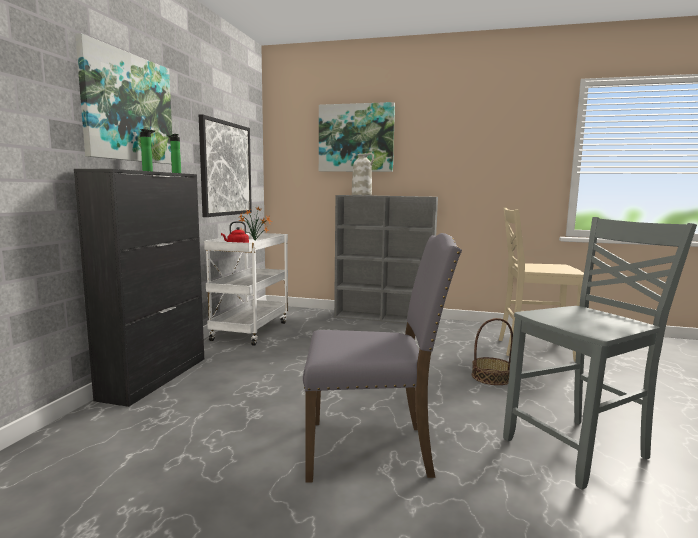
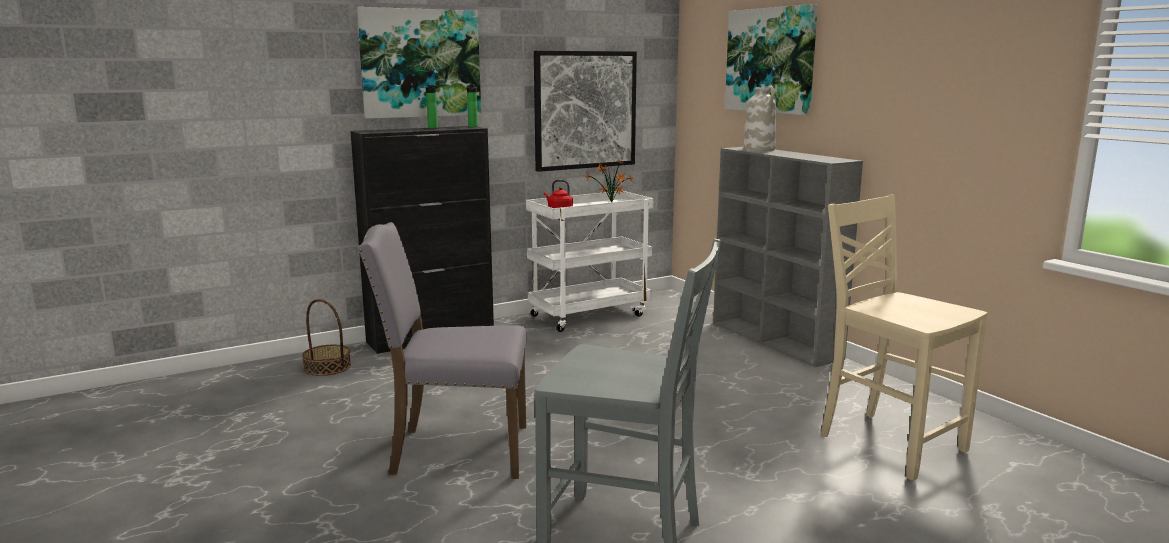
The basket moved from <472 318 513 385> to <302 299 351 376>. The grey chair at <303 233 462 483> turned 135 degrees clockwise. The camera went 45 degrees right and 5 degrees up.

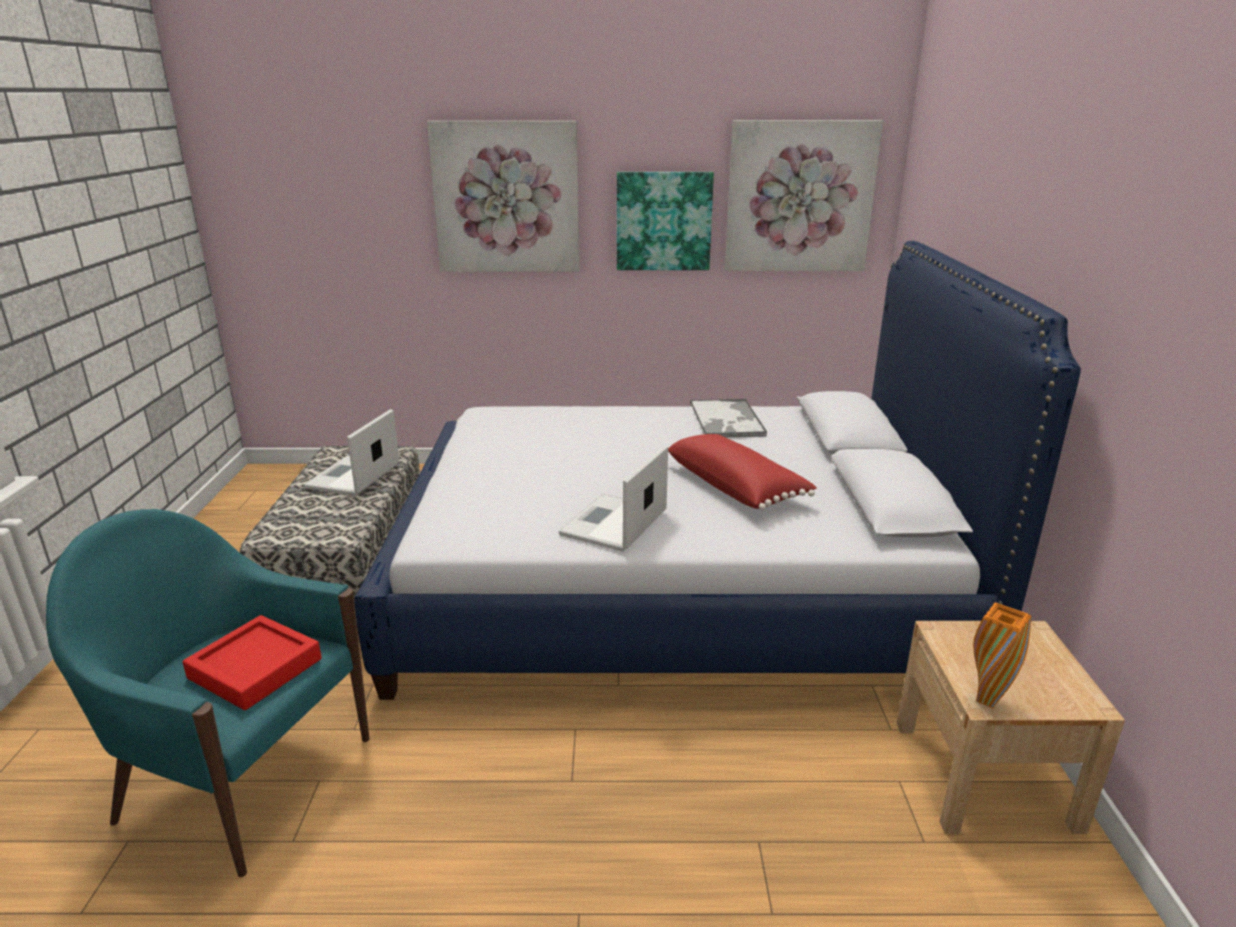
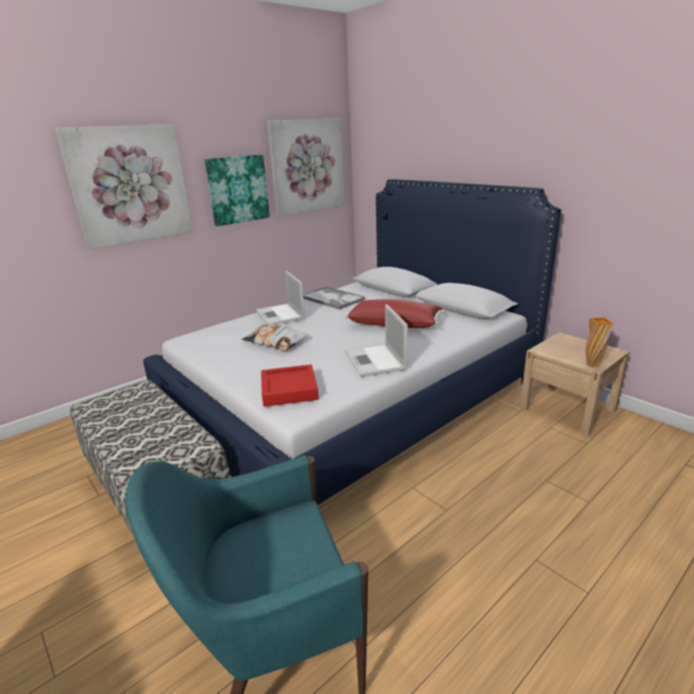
The pillow at <242 324 309 351> appeared. The red tray moved from <183 615 322 710> to <261 364 319 407>. The laptop moved from <304 409 400 496> to <256 271 305 325>. The camera went 40 degrees left and 0 degrees up.

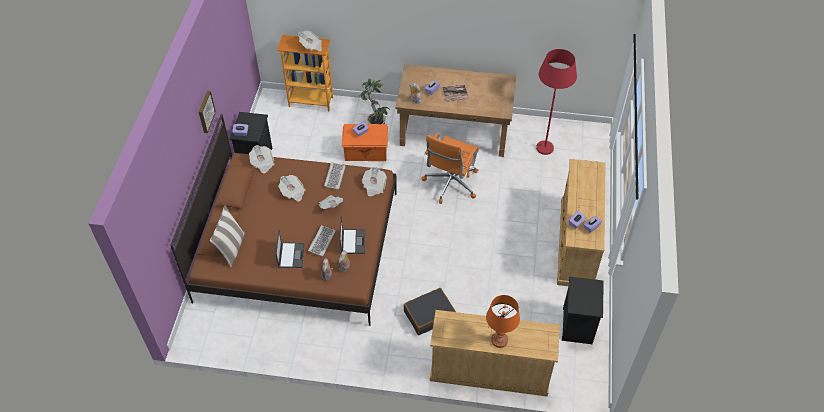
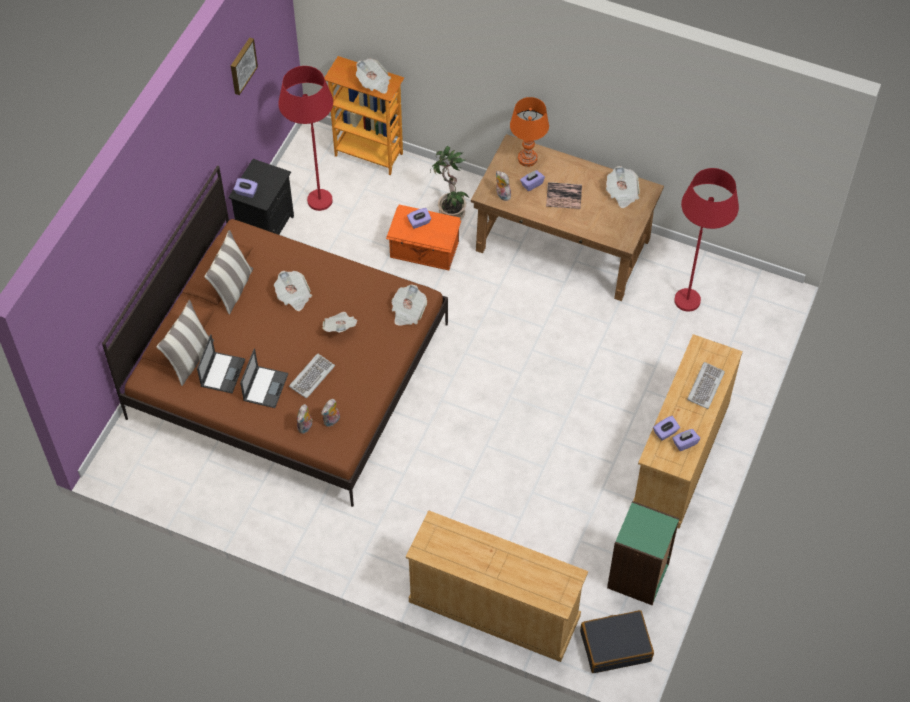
The orange office chair at <421 133 480 204> disappeared. The pillow at <204 230 253 315> appeared. The red floor lamp at <278 66 333 211> appeared. The picture moved from <199 91 216 133> to <231 38 258 95>. The newspaper moved from <249 145 275 174> to <606 166 640 208>. The keyboard moved from <324 162 345 190> to <687 362 725 409>. The laptop moved from <340 216 365 254> to <197 334 245 393>. The black suitcase moved from <404 288 456 335> to <580 610 654 673>. The orange table lamp moved from <486 295 520 348> to <510 97 549 167>. The black nightstand at <562 276 604 344> was replaced by the green bookcase at <607 501 680 605>. The camera went 15 degrees right and 5 degrees up.

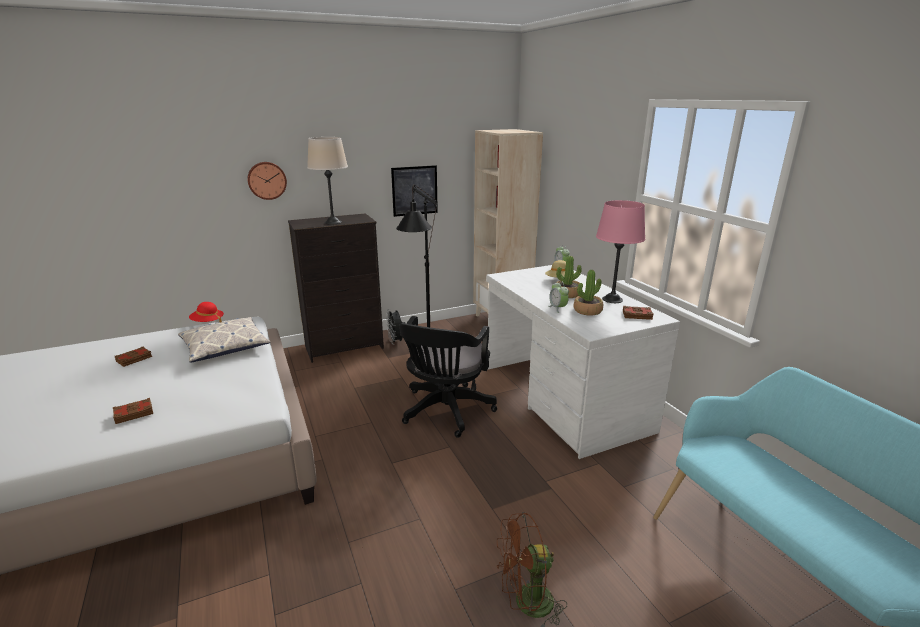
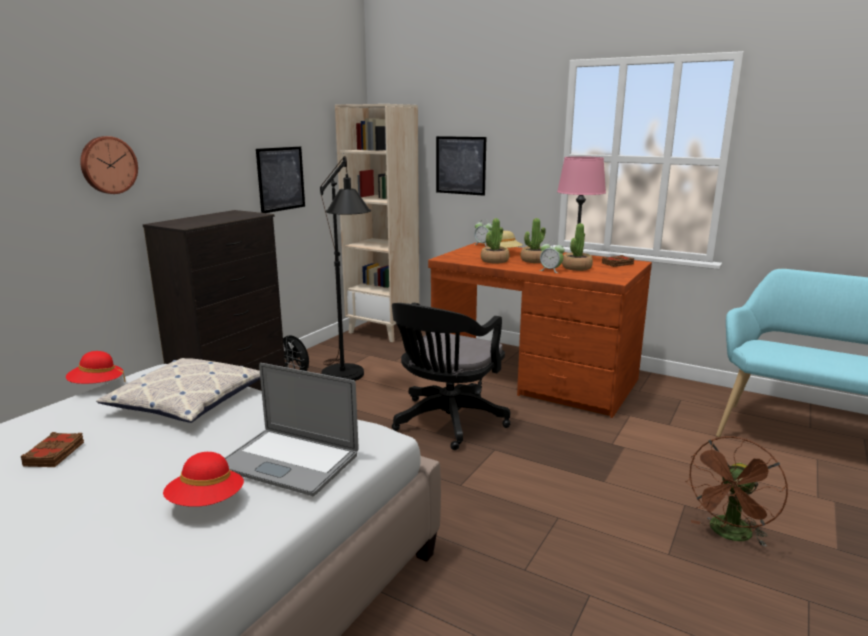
The beige table lamp at <307 137 348 225> disappeared. The laptop at <225 363 359 496> appeared. The picture at <436 136 486 196> appeared. The potted plant at <481 218 509 264> appeared. The brown book at <113 398 153 424> was replaced by the red hat at <163 452 244 507>. The white desk at <486 265 680 459> became the brown desk at <428 243 652 418>. The black office chair at <399 316 497 438> turned 45 degrees clockwise. The camera went 35 degrees left and 5 degrees down.

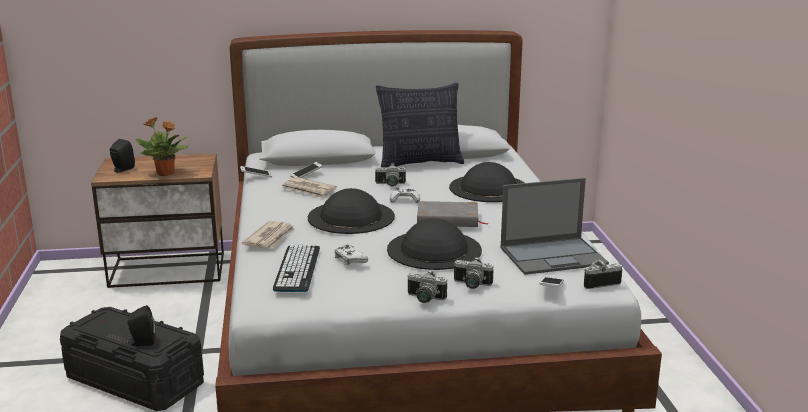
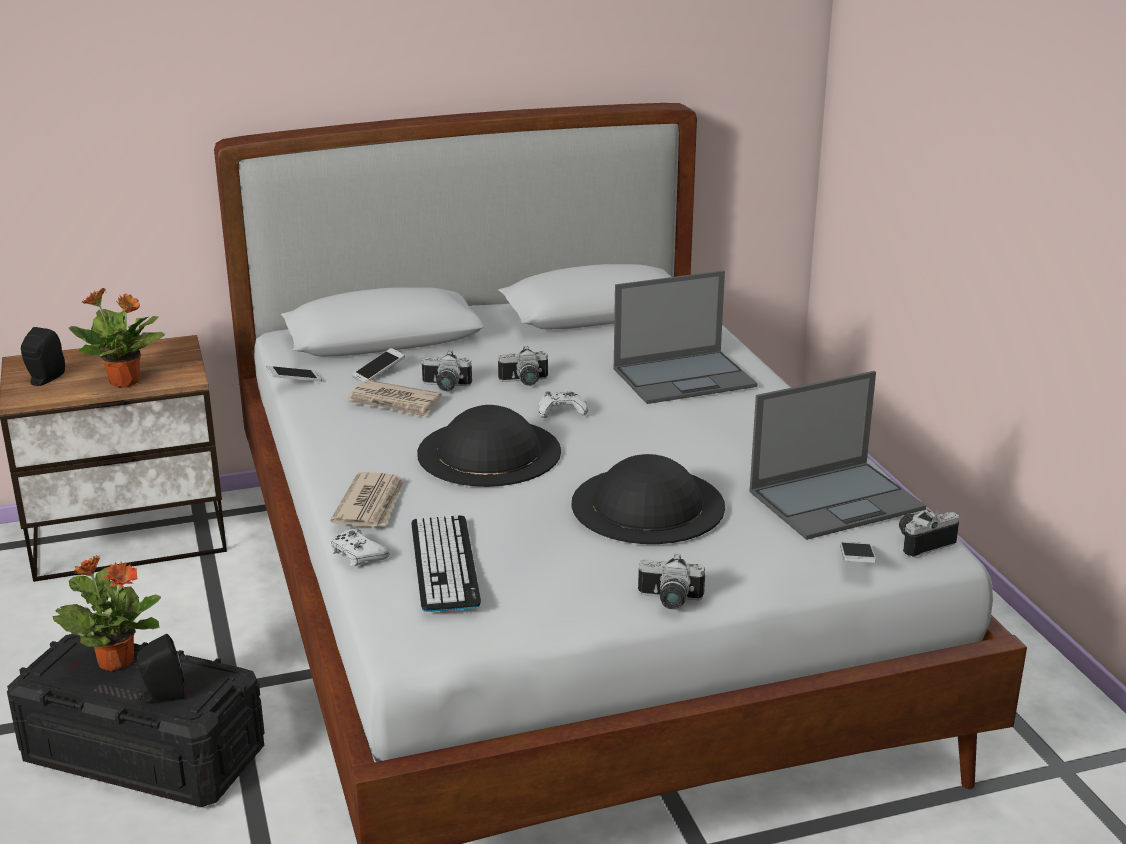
The pillow at <376 83 464 168> disappeared. The grey book at <417 201 489 227> disappeared. The potted plant at <52 555 161 671> appeared. The white game controller moved from <335 245 368 265> to <331 529 390 566>. The photo camera moved from <454 257 493 289> to <422 351 472 391>. The black hat at <449 162 525 202> was replaced by the laptop at <613 270 758 404>. The camera went 10 degrees left and 5 degrees up.

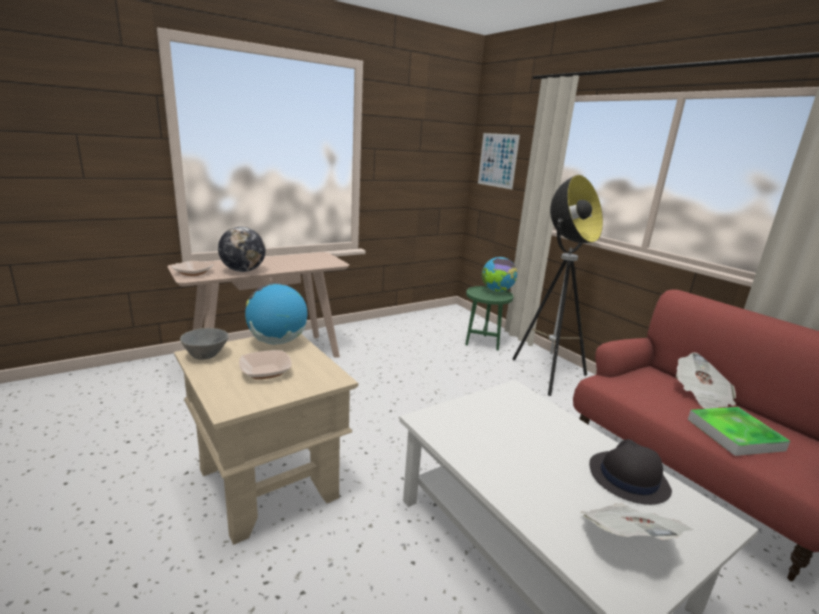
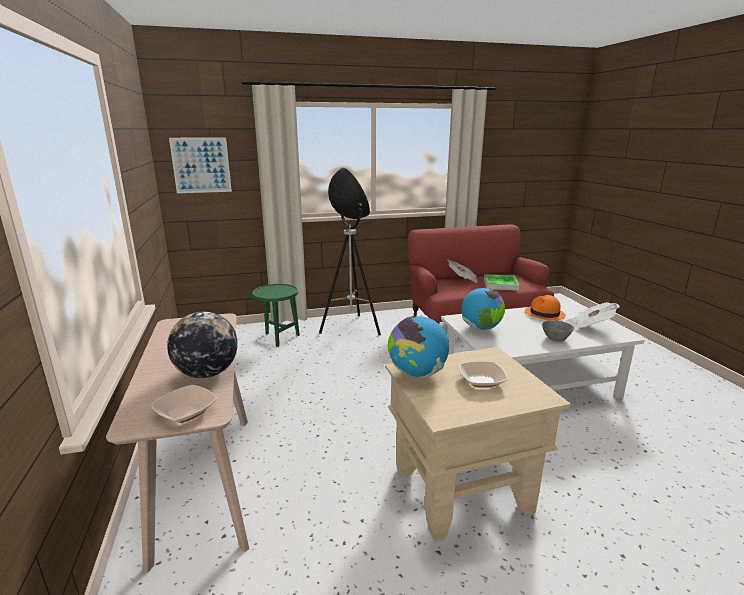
The grey bowl moved from <180 328 229 360> to <542 320 574 342>. The globe moved from <482 257 517 292> to <462 288 505 330>. The black hat at <589 439 672 505> became the orange hat at <525 295 566 320>. The camera went 70 degrees left and 0 degrees up.

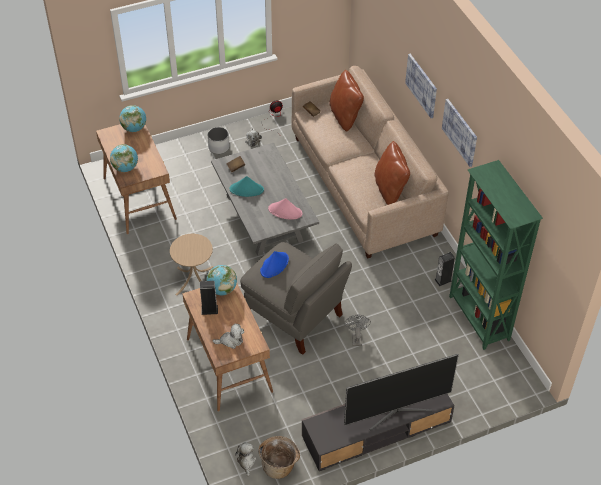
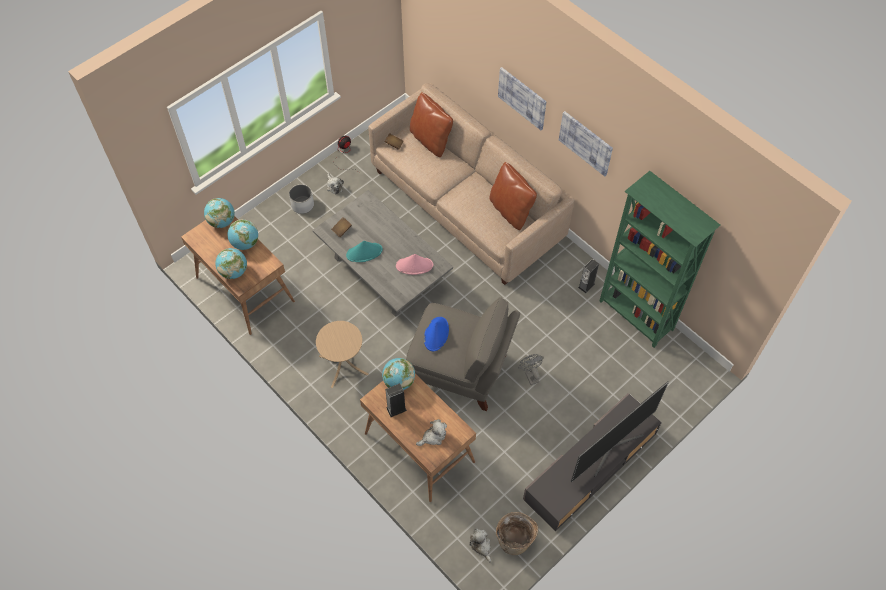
The globe at <227 219 258 250> appeared. The camera went 20 degrees left and 10 degrees up.

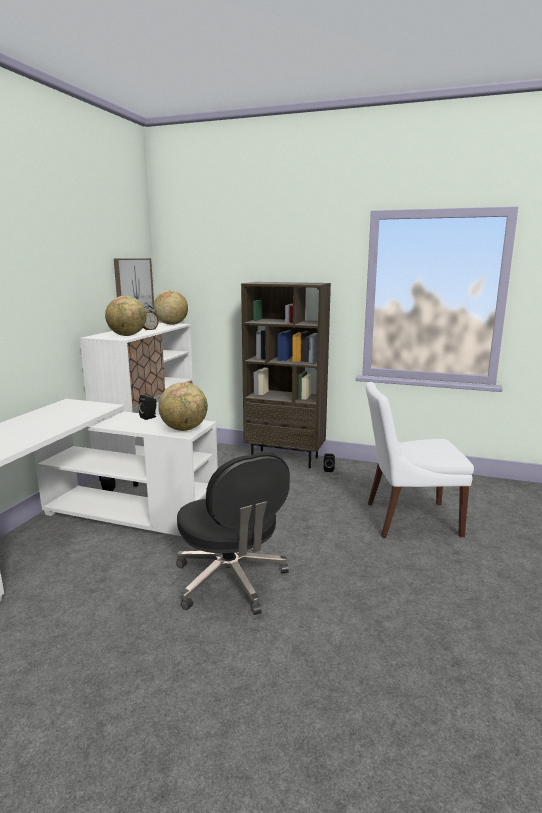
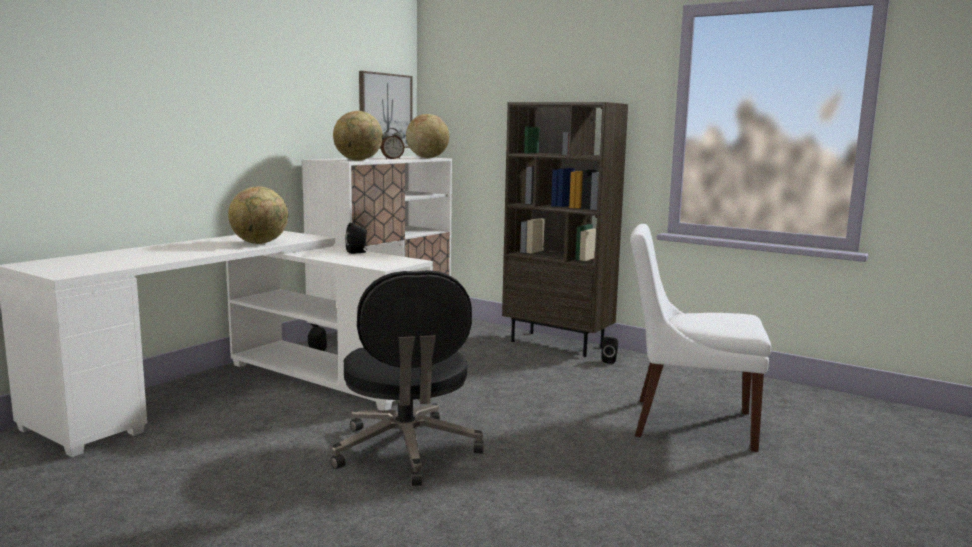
The globe moved from <158 382 208 431> to <228 187 288 244>. The camera went 15 degrees right and 5 degrees down.

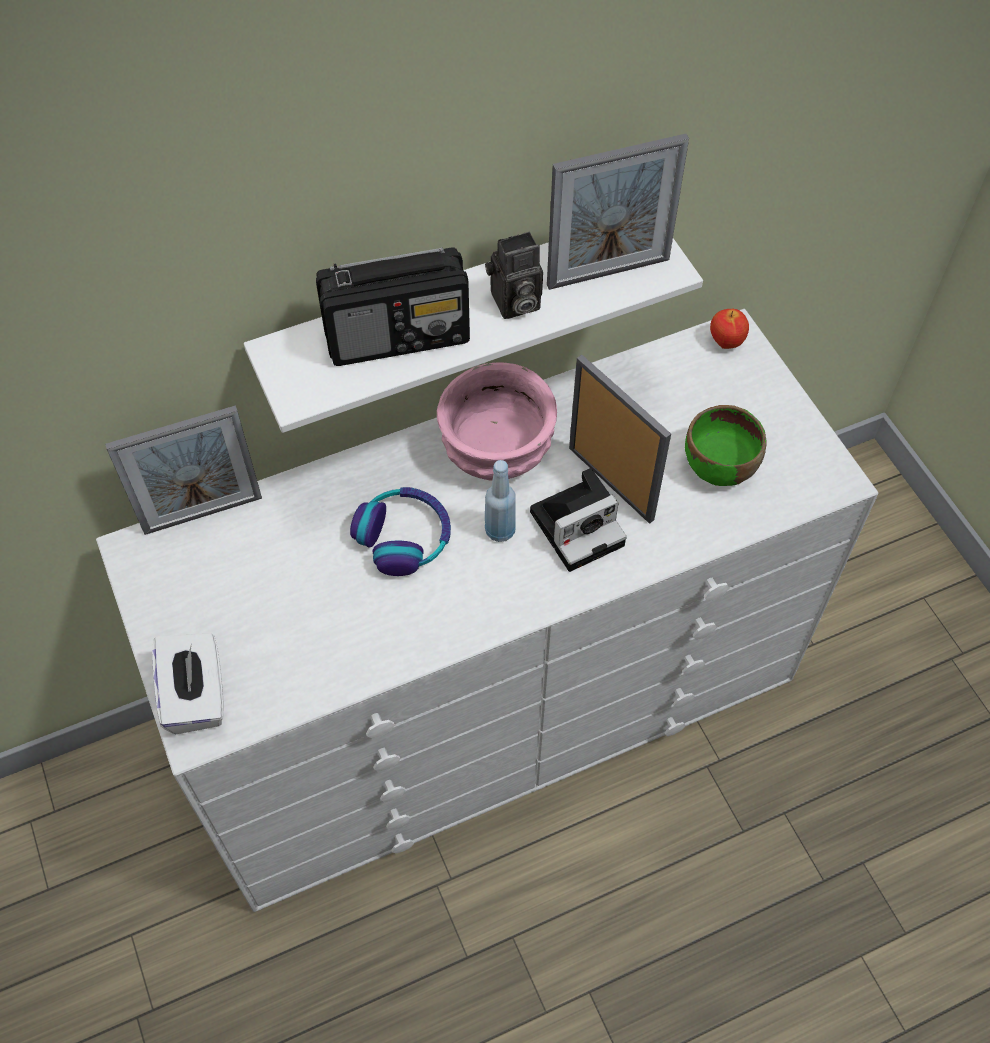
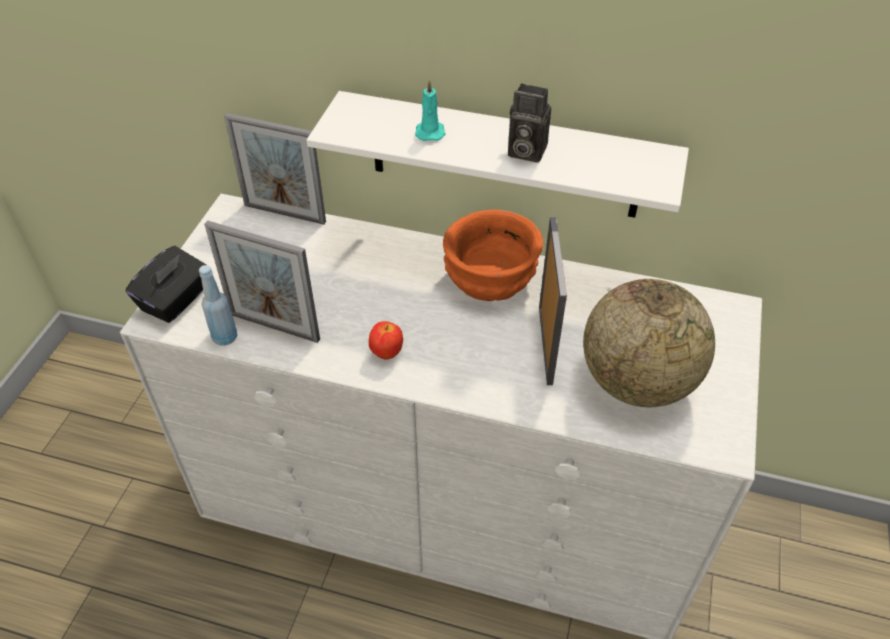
The headphones at <350 487 451 576> disappeared. The photo camera at <530 468 627 572> disappeared. The blue bottle moved from <485 460 516 542> to <199 265 237 346>. The picture frame moved from <547 134 689 290> to <204 221 320 343>. The apple moved from <710 309 749 349> to <368 321 403 360>. The radio at <316 248 470 366> was replaced by the turquoise candle at <415 80 446 141>. The green bowl at <685 405 767 486> was replaced by the globe at <583 279 715 407>. The white tissue box at <152 633 224 734> became the black tissue box at <126 246 206 323>. The pink bowl at <437 363 557 481> became the orange bowl at <443 210 543 301>. The camera went 40 degrees right and 10 degrees down.

